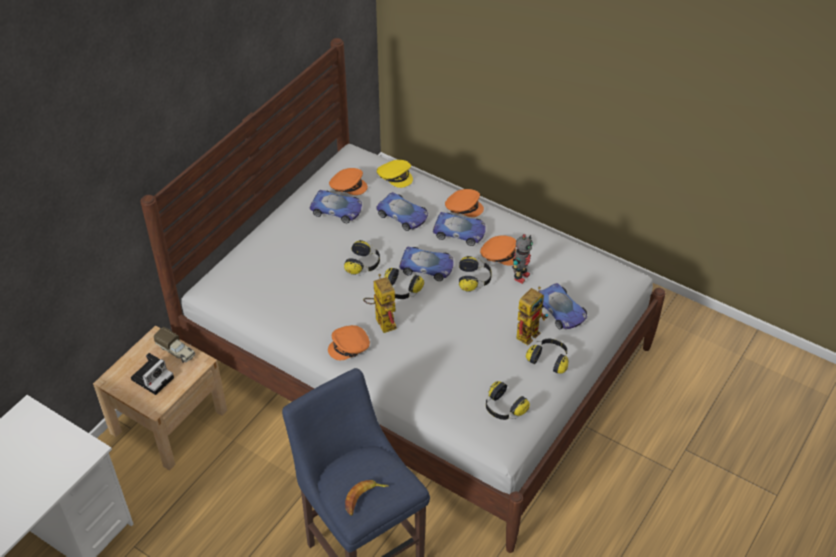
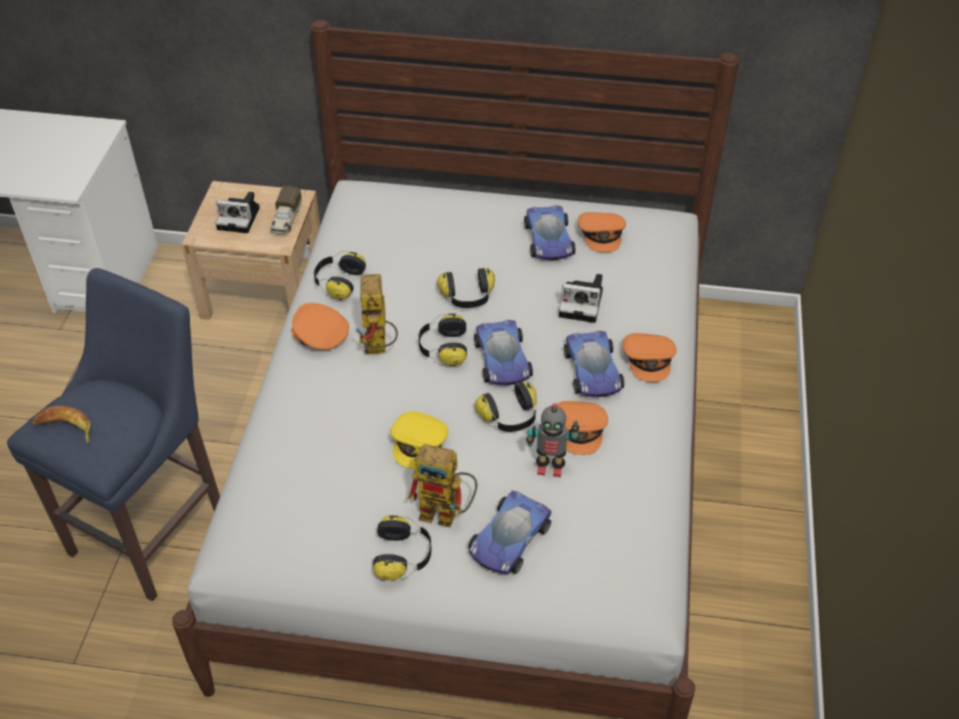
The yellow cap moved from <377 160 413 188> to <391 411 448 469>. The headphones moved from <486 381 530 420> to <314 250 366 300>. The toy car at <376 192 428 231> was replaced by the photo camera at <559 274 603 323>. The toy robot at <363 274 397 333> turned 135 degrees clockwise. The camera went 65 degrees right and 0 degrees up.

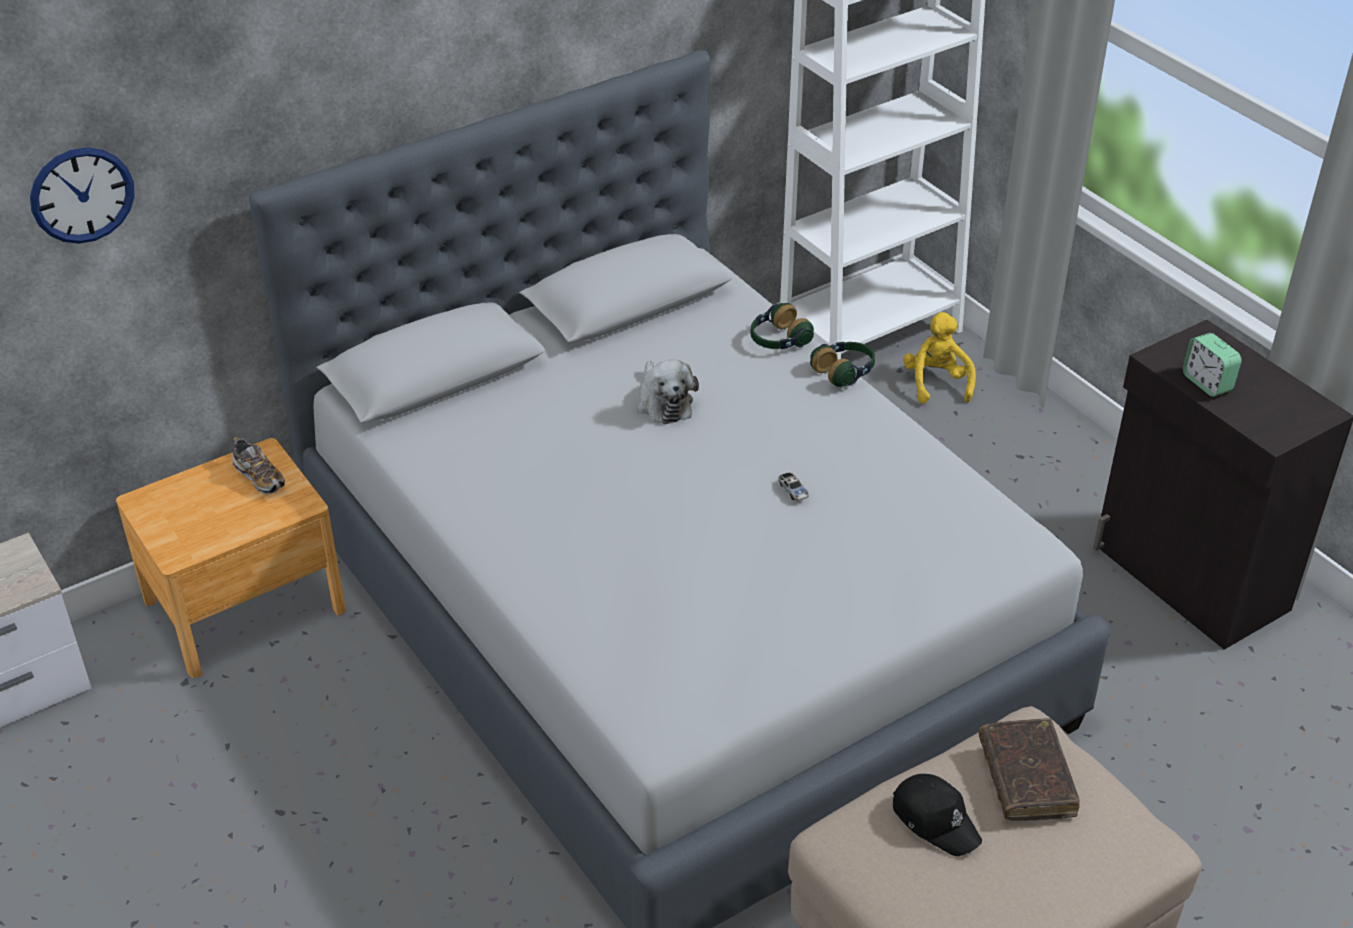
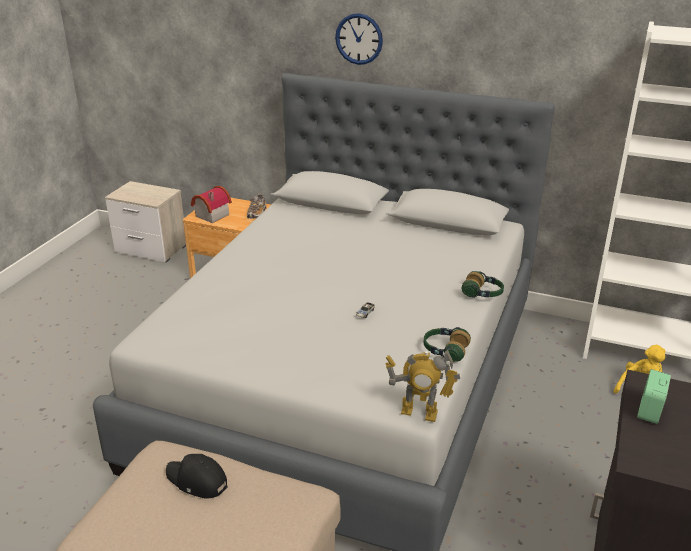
The plush toy at <637 359 699 424> disappeared. The brown book at <979 718 1080 821> disappeared. The toy house at <191 186 232 223> appeared. The toy robot at <385 349 460 422> appeared. The wall clock moved from <30 148 135 244> to <335 13 383 65>. The headphones moved from <750 303 814 349> to <424 327 471 362>. The black cap at <893 774 982 856> turned 105 degrees clockwise. The camera went 55 degrees right and 10 degrees down.

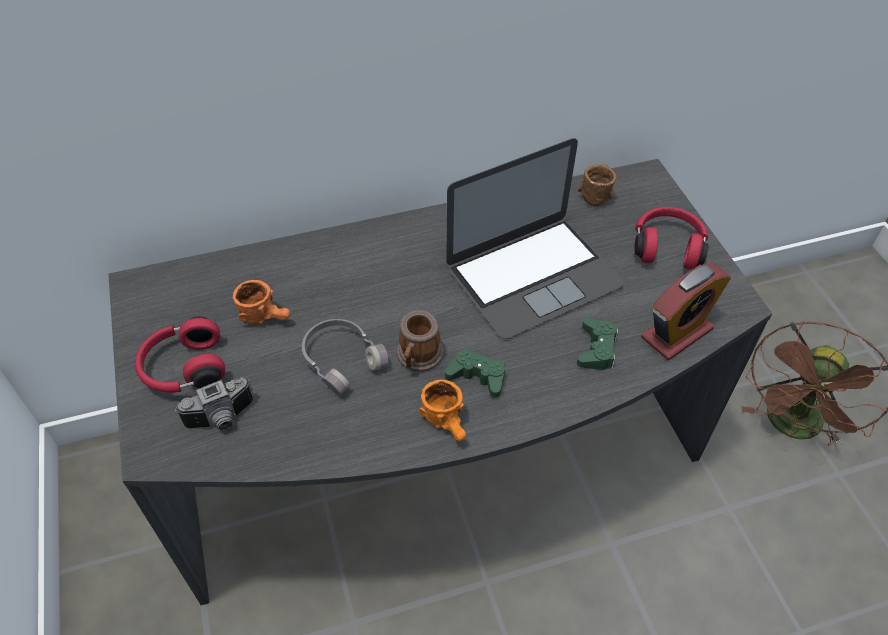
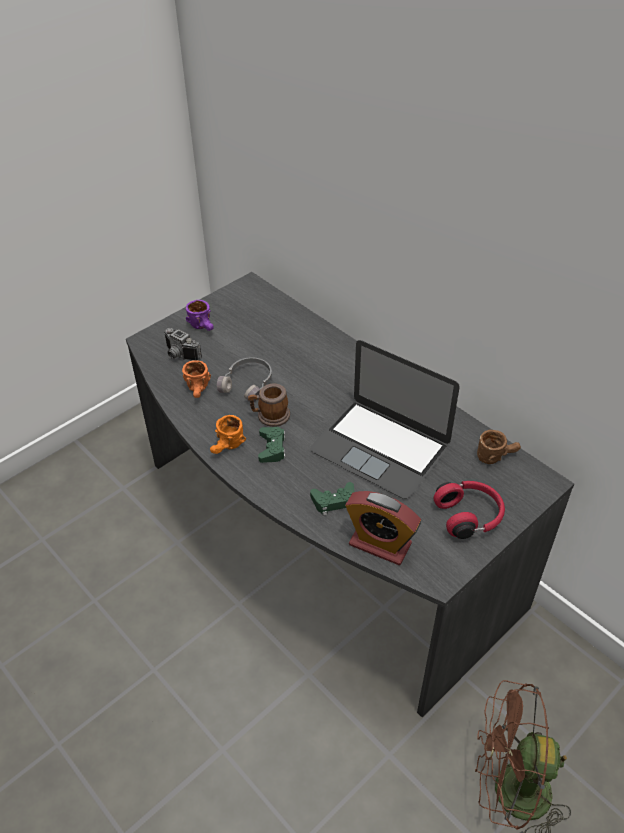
The orange mug moved from <233 280 290 325> to <182 360 211 398>. The red headphones at <135 316 225 393> was replaced by the purple mug at <186 300 214 331>. The camera went 65 degrees right and 5 degrees down.

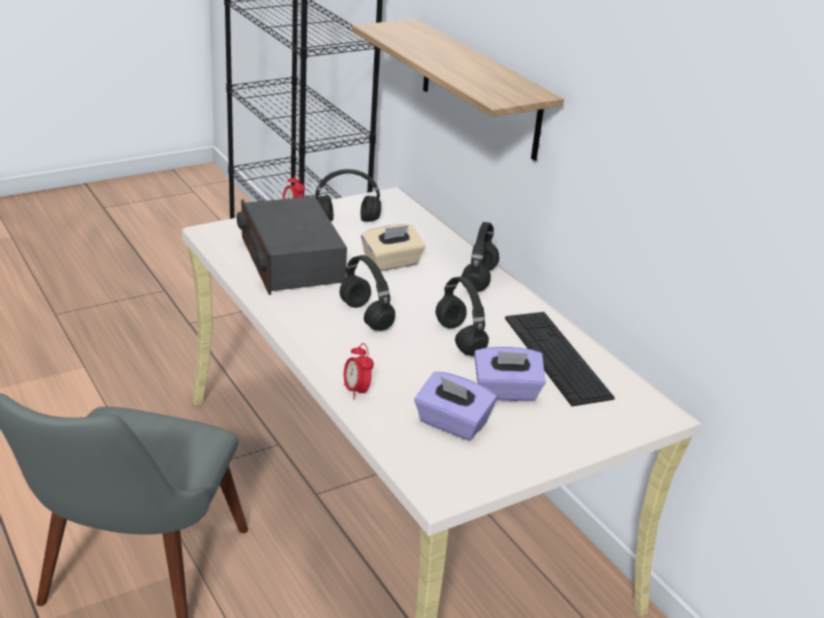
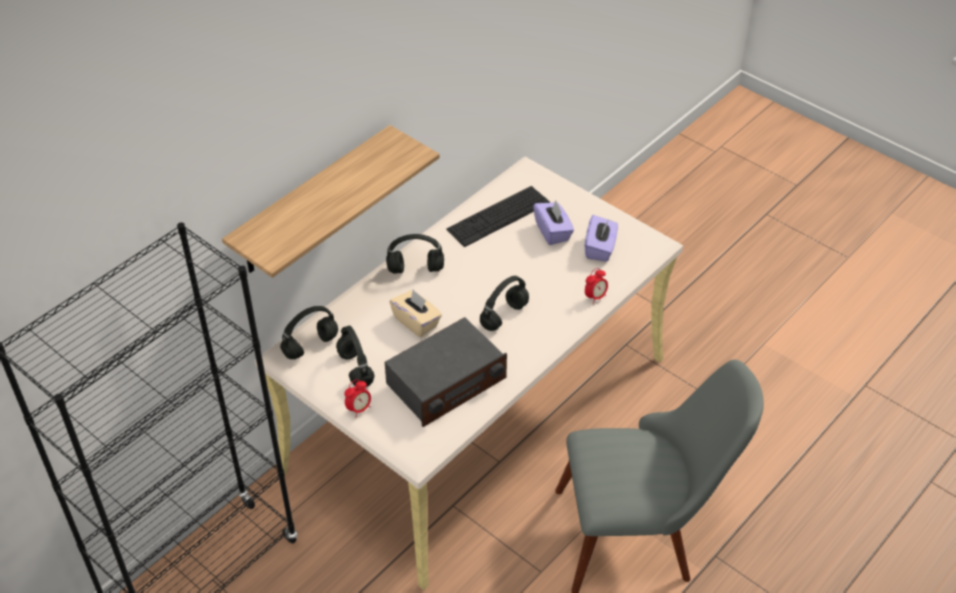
The black headphones moved from <436 277 489 356> to <280 306 338 359>. The camera went 105 degrees left and 15 degrees up.

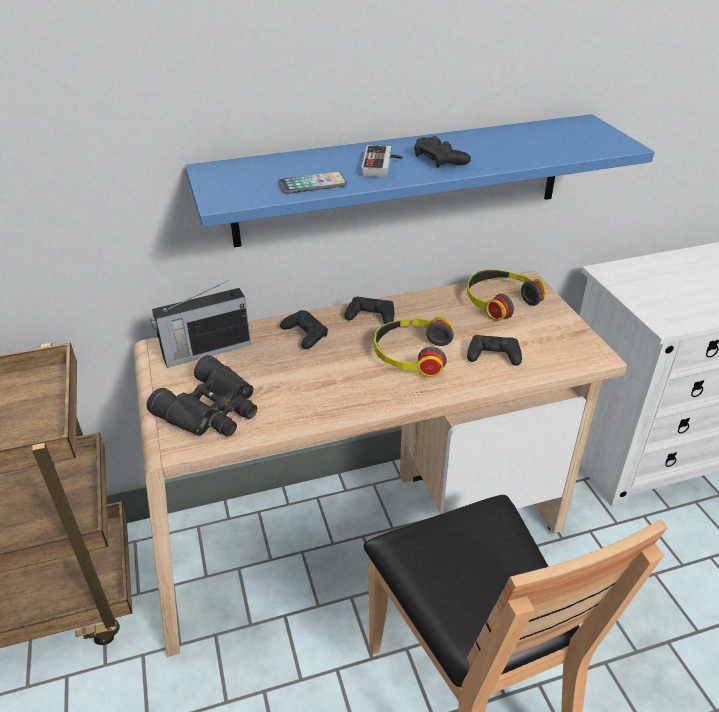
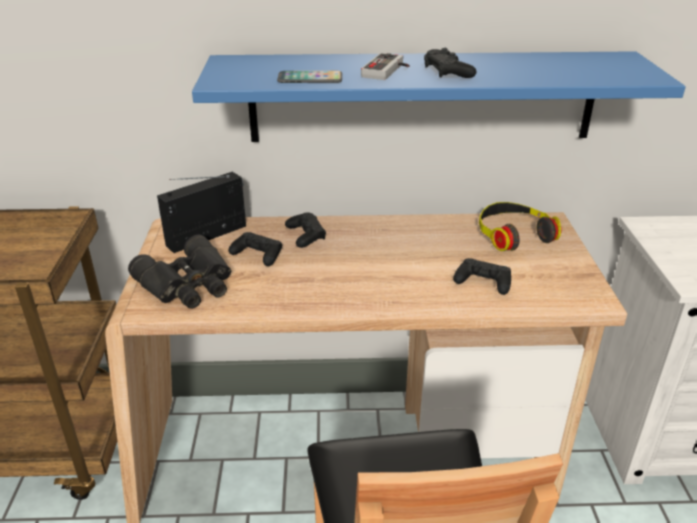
The headphones at <374 317 454 377> disappeared. The black game controller moved from <345 297 394 324> to <228 232 282 266>. The radio at <150 280 251 368> turned 150 degrees clockwise. The camera went 15 degrees right and 5 degrees down.

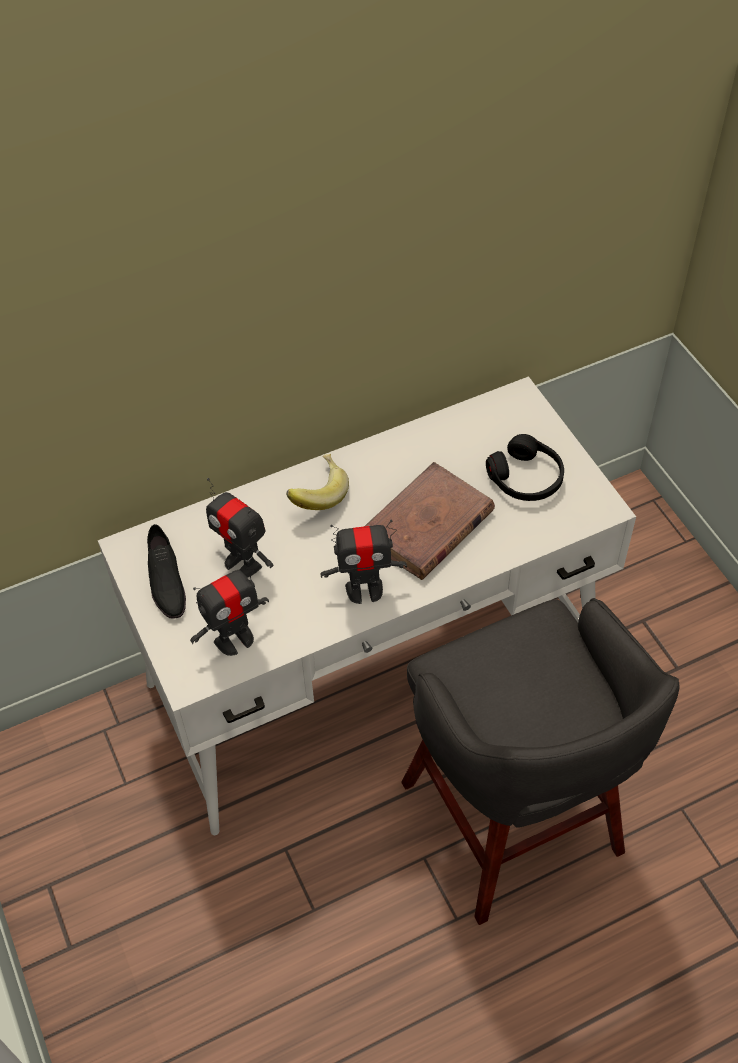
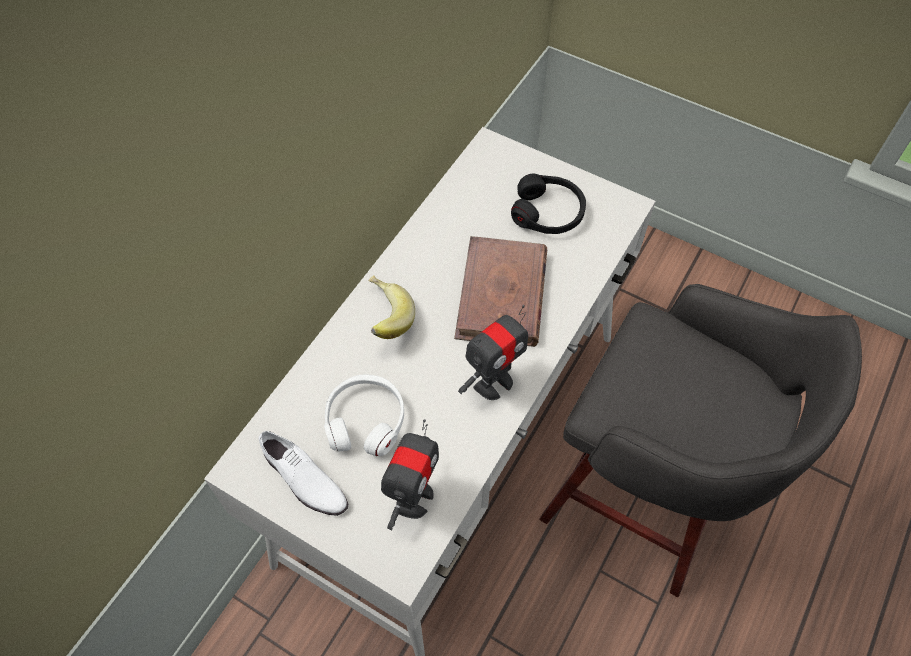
The toy robot at <206 478 273 578> was replaced by the white headphones at <324 375 404 456>. The black shoe at <147 524 186 619> became the white shoe at <258 431 348 516>. The camera went 35 degrees left and 5 degrees up.

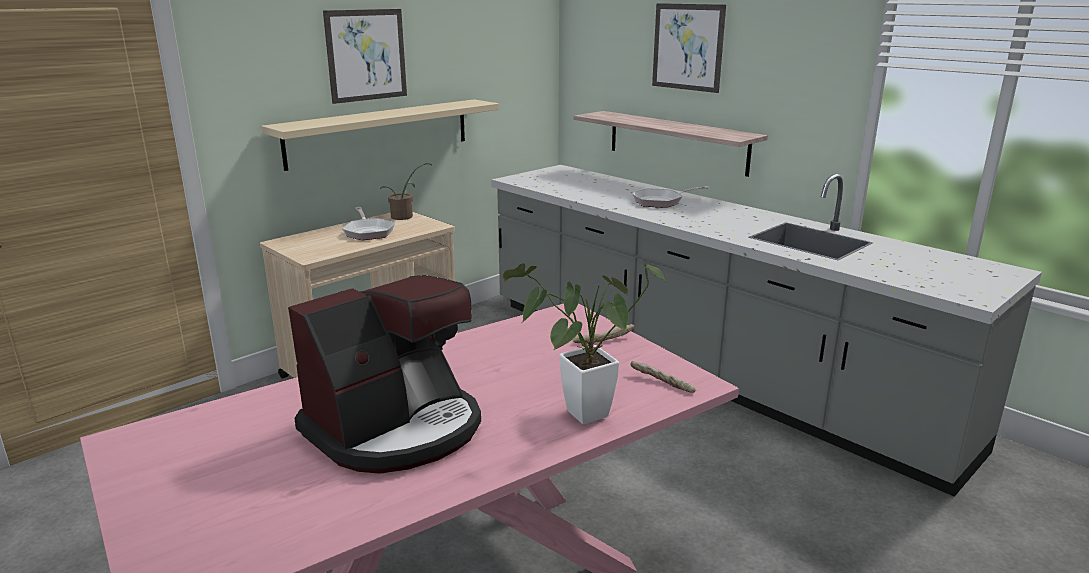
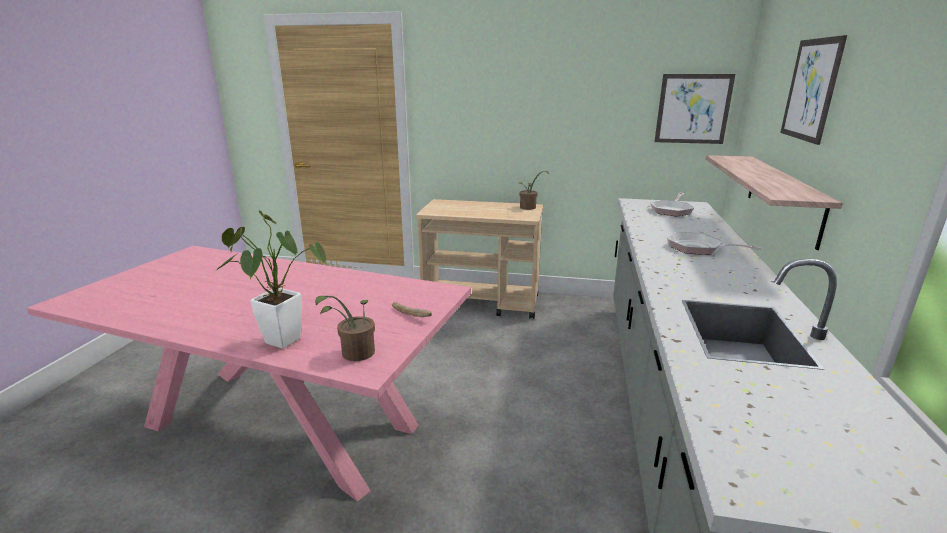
The beige shelf at <261 99 499 171> disappeared. The coffee machine at <288 275 481 474> disappeared. The picture moved from <323 9 407 104> to <654 74 735 144>. The frying pan moved from <342 207 395 240> to <650 193 694 216>. The bread at <630 361 696 393> was replaced by the potted plant at <316 296 375 361>. The camera went 55 degrees right and 0 degrees up.

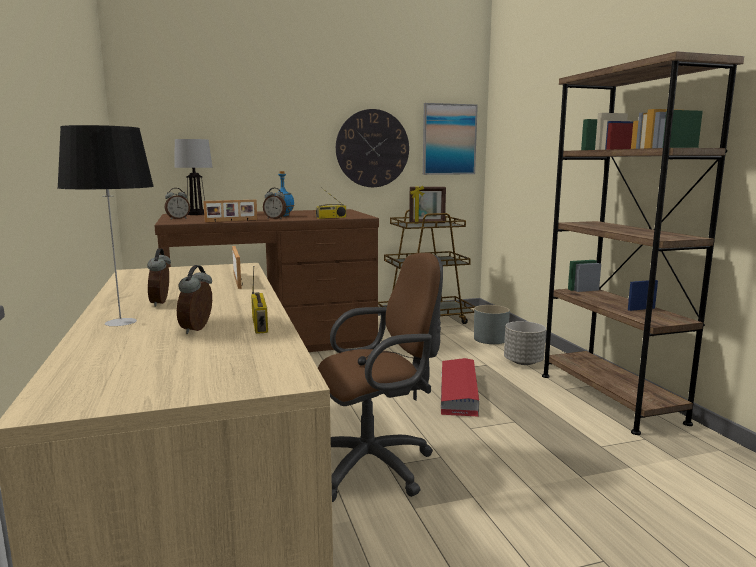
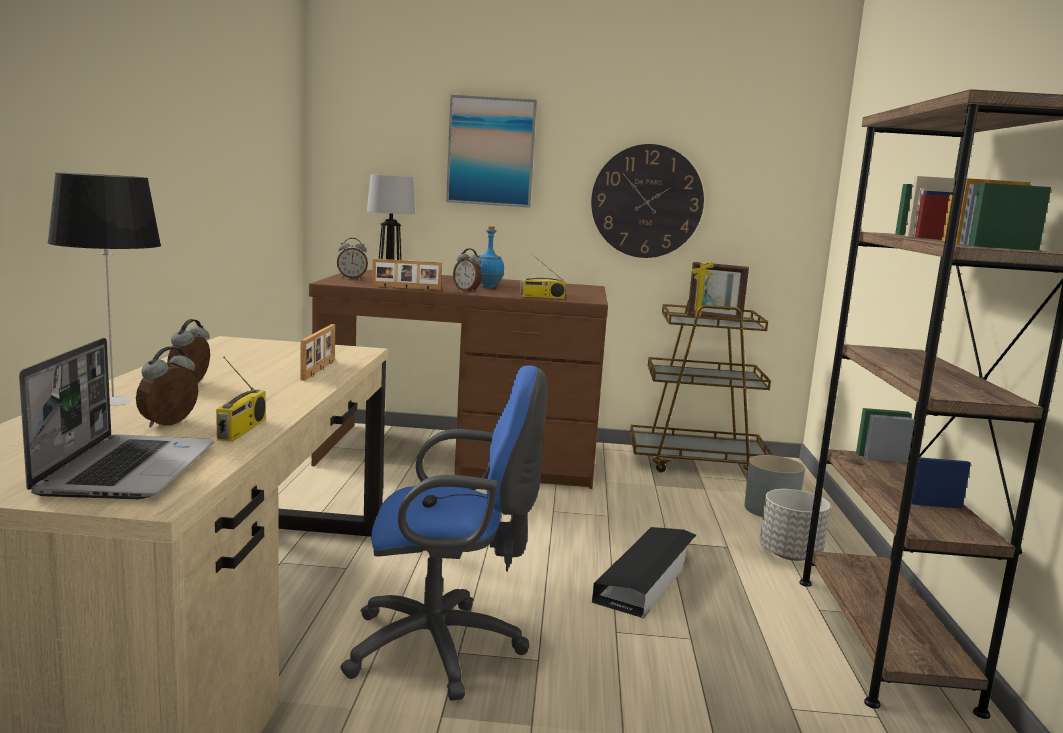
The laptop at <19 338 214 499> appeared. The picture moved from <423 103 478 175> to <446 95 537 208>. The brown office chair at <318 253 443 502> became the blue office chair at <340 366 548 701>. The red storage box at <441 358 479 417> became the black storage box at <592 527 696 618>. The camera went 20 degrees right and 0 degrees up.

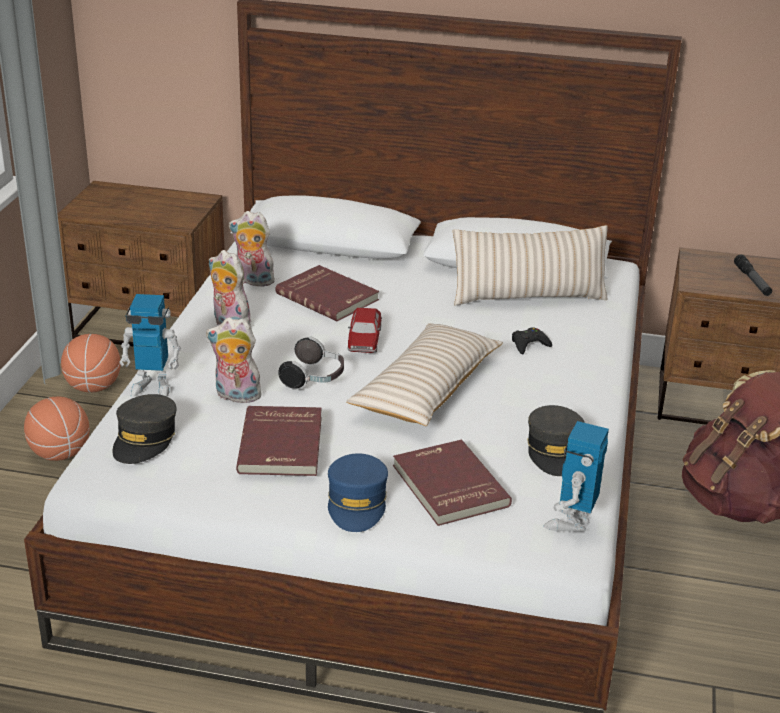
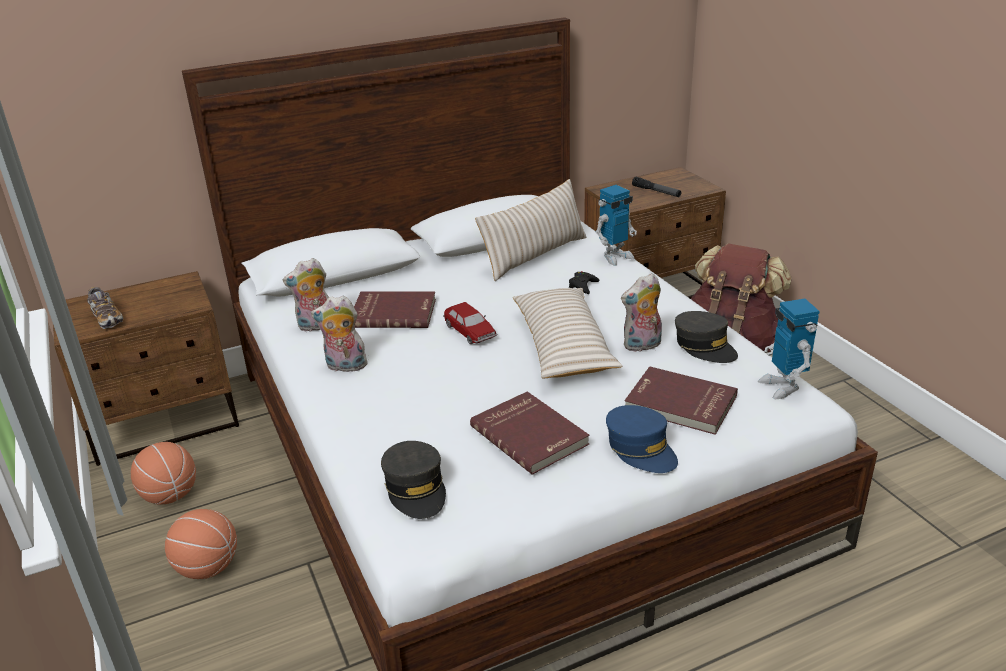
The headphones at <278 337 344 390> disappeared. The shoe at <87 287 124 329> appeared. The toy robot moved from <119 294 181 397> to <596 185 637 266>. The plush toy moved from <206 317 264 403> to <621 273 662 352>. The camera went 35 degrees left and 0 degrees up.

